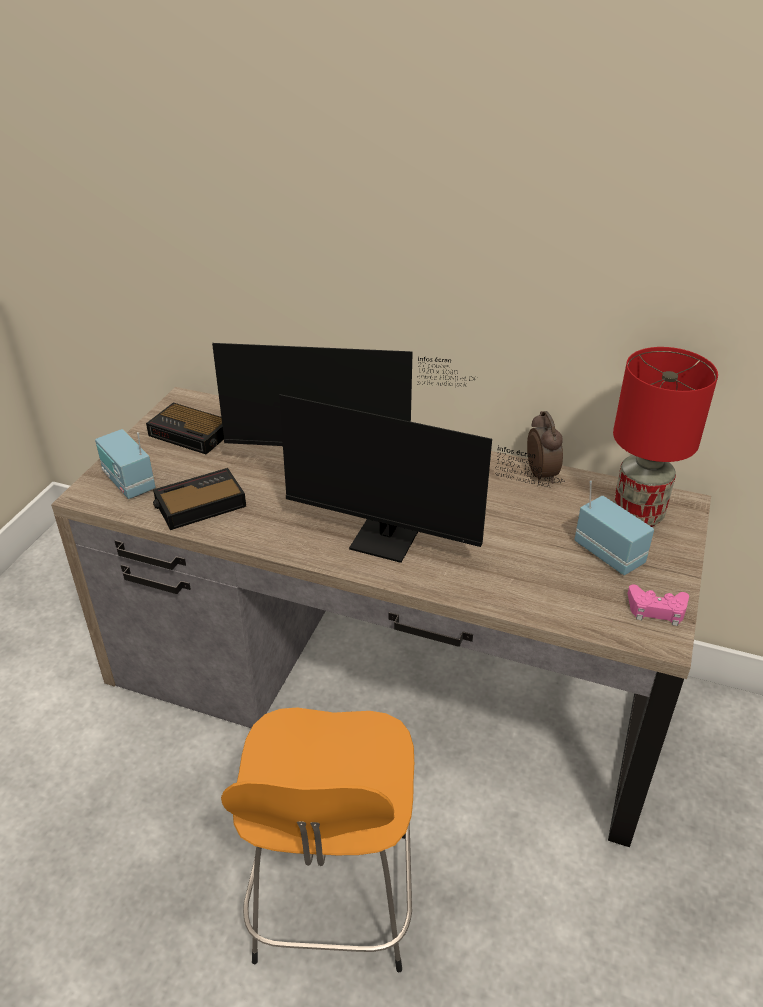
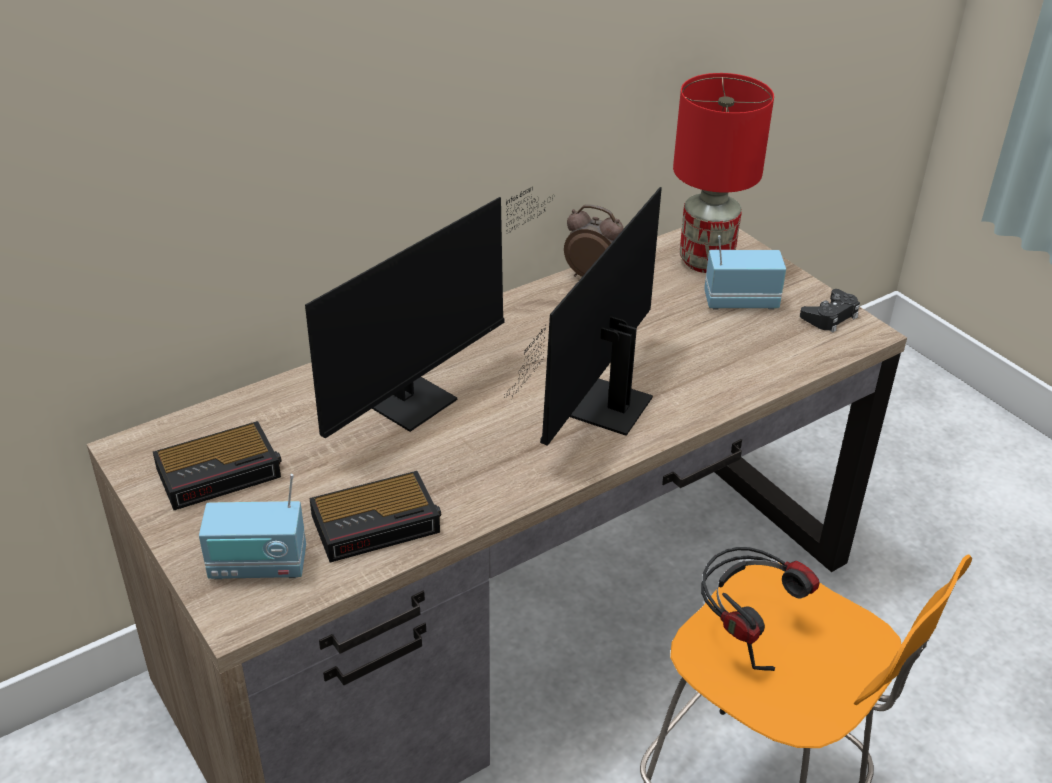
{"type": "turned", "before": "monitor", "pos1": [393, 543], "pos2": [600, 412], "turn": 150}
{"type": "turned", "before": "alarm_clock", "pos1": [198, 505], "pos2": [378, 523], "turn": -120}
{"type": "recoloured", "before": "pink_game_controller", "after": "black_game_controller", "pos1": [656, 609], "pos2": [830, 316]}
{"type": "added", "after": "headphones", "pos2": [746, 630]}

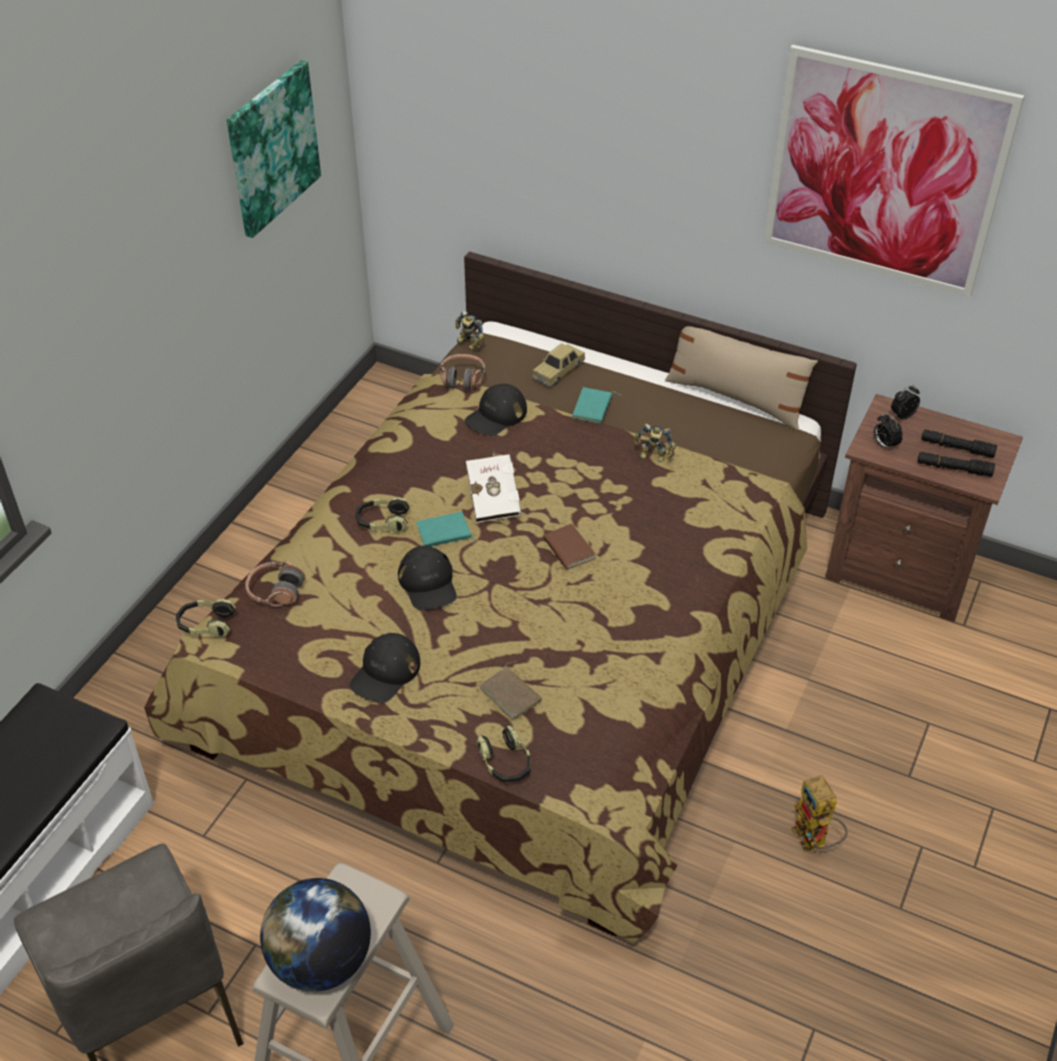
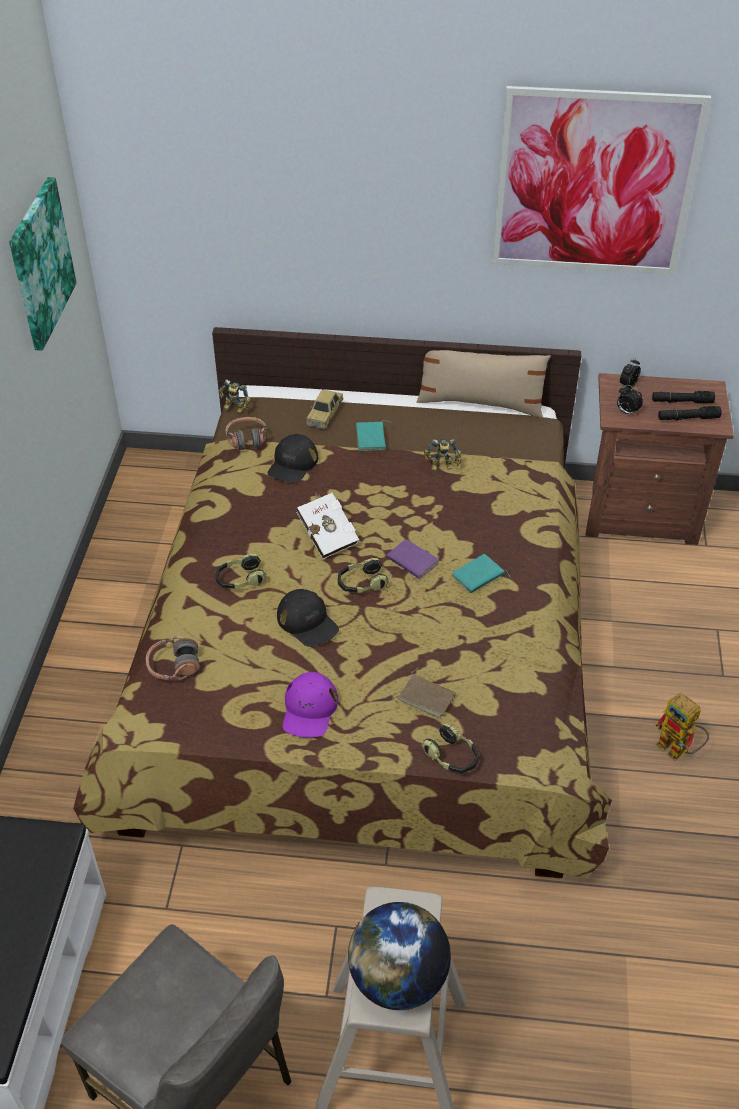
{"type": "moved", "before": "turquoise_book", "pos1": [444, 533], "pos2": [478, 576]}
{"type": "recoloured", "before": "brown_book", "after": "purple_book", "pos1": [567, 549], "pos2": [411, 562]}
{"type": "moved", "before": "headphones", "pos1": [206, 625], "pos2": [361, 584]}
{"type": "recoloured", "before": "black_cap", "after": "purple_cap", "pos1": [385, 672], "pos2": [309, 709]}

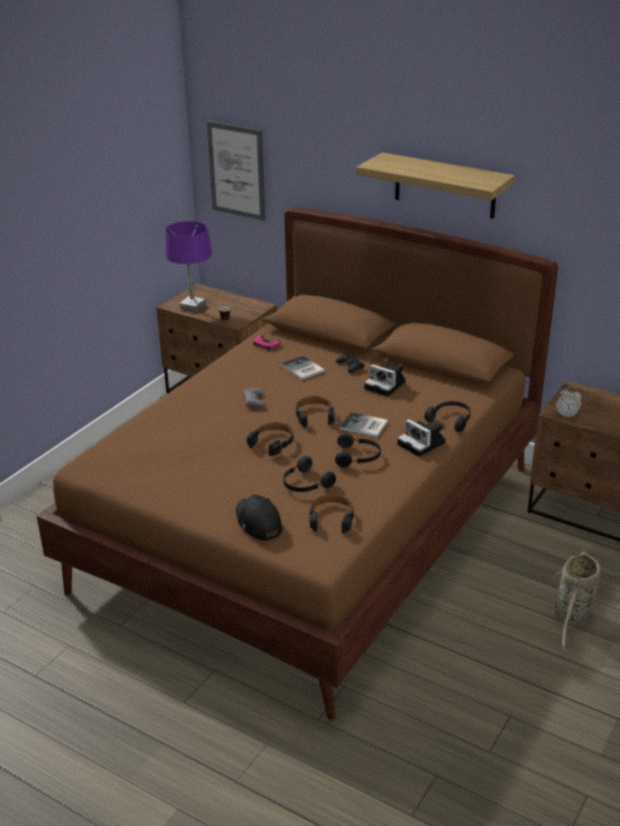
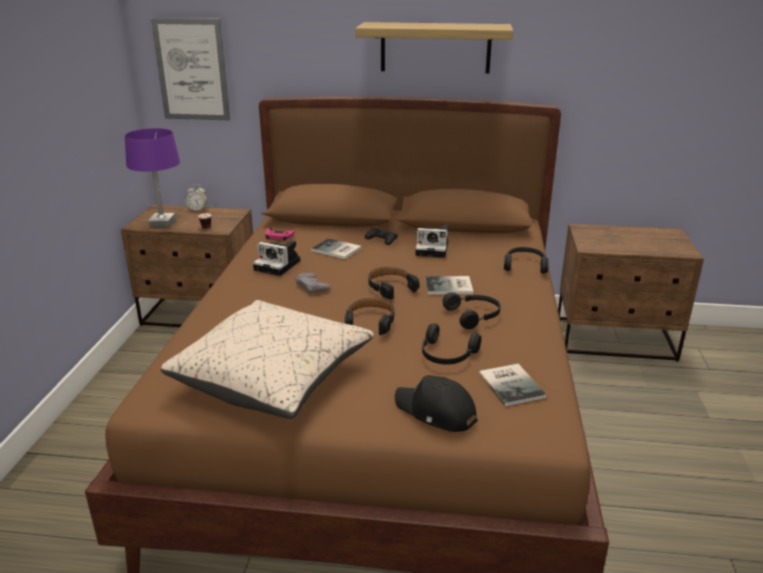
{"type": "moved", "before": "alarm_clock", "pos1": [567, 414], "pos2": [197, 209]}
{"type": "moved", "before": "photo_camera", "pos1": [423, 444], "pos2": [279, 265]}
{"type": "replaced", "before": "black_headphones", "after": "book", "pos1": [331, 518], "pos2": [512, 384]}
{"type": "removed", "before": "basket", "pos1": [571, 617]}
{"type": "added", "after": "beige_pillow", "pos2": [273, 378]}

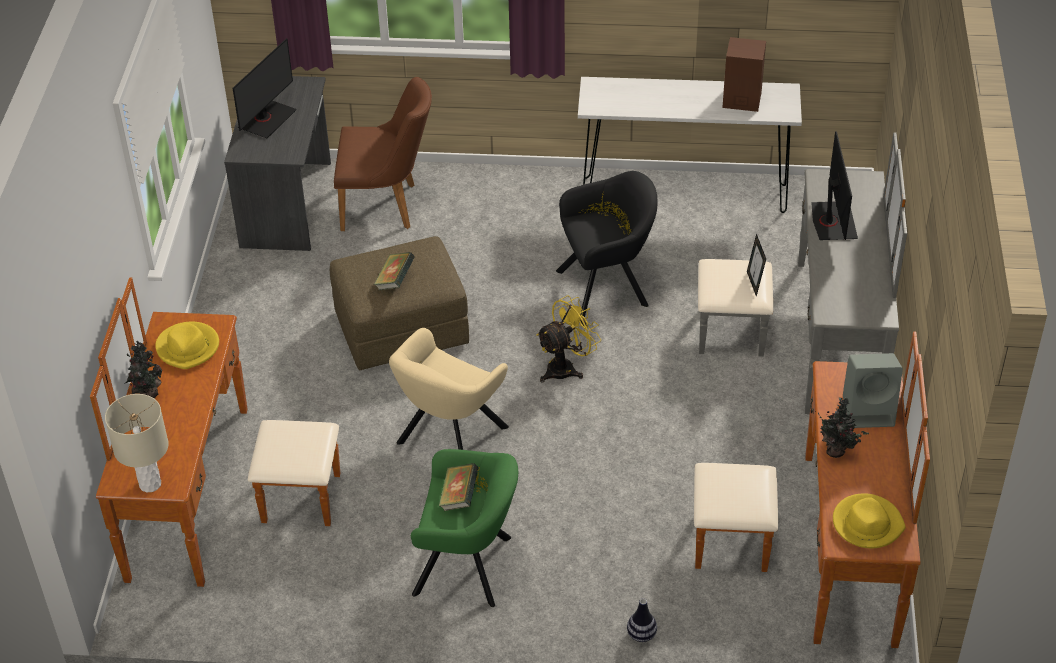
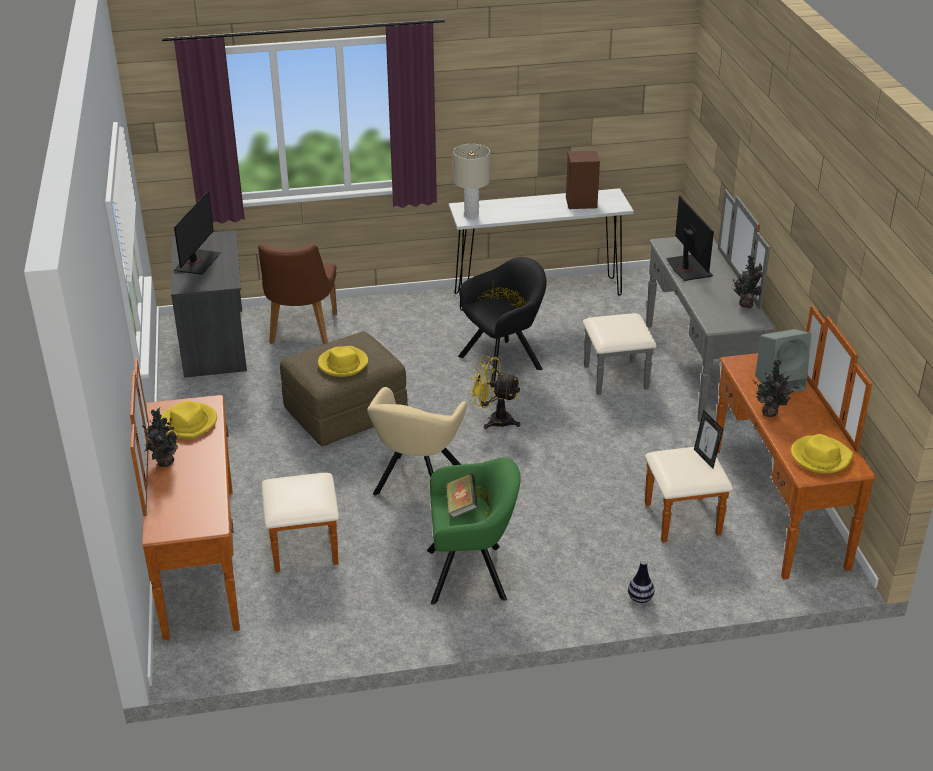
{"type": "turned", "before": "brown_chair", "pos1": [387, 206], "pos2": [300, 332], "turn": 105}
{"type": "moved", "before": "picture_frame", "pos1": [754, 283], "pos2": [705, 458]}
{"type": "replaced", "before": "book", "after": "yellow_hat", "pos1": [395, 281], "pos2": [343, 364]}
{"type": "turned", "before": "yellow_fan", "pos1": [566, 367], "pos2": [494, 419], "turn": -105}
{"type": "moved", "before": "beige_table_lamp", "pos1": [150, 484], "pos2": [471, 214]}
{"type": "added", "after": "potted_plant", "pos2": [746, 304]}

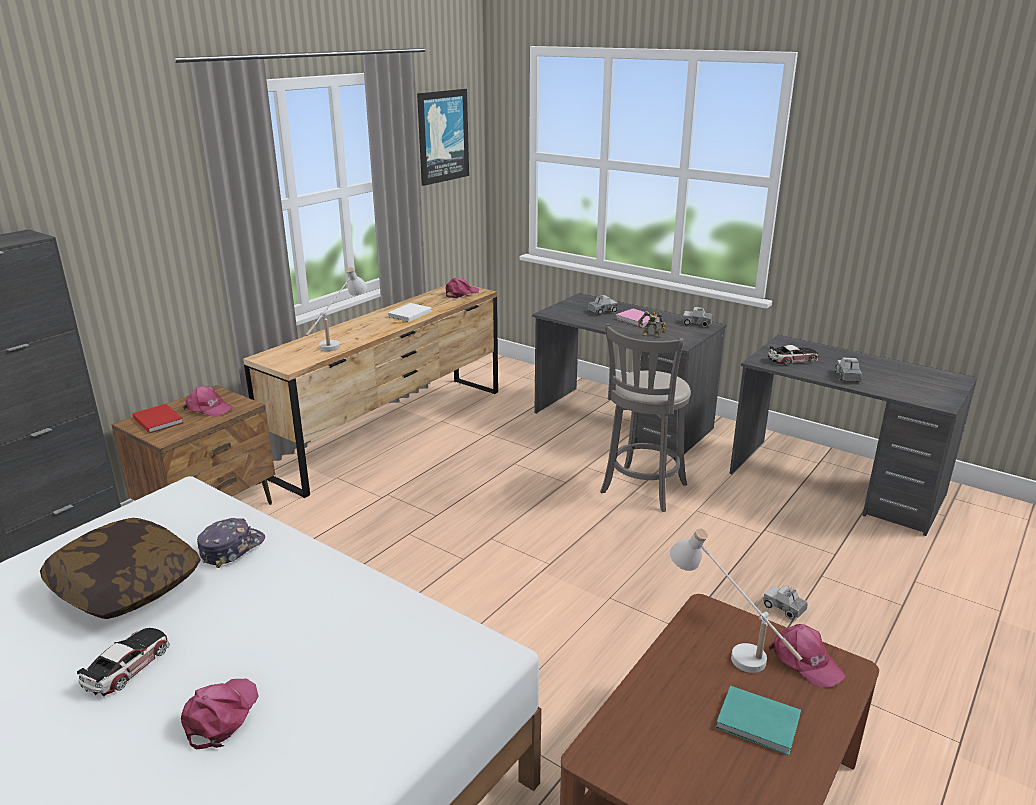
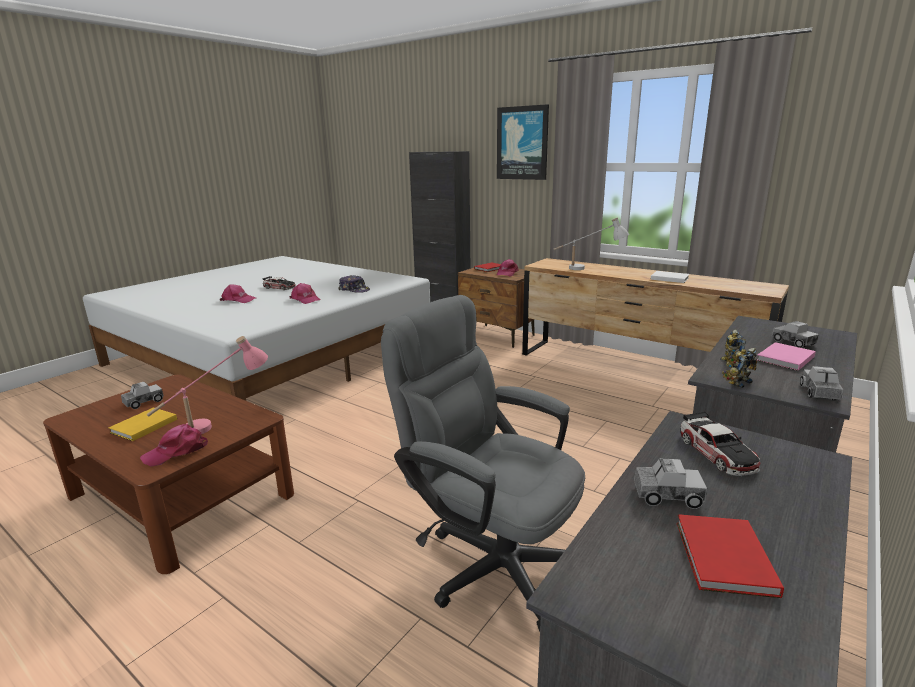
{"type": "moved", "before": "picture", "pos1": [442, 136], "pos2": [522, 143]}
{"type": "moved", "before": "pink_cap", "pos1": [461, 293], "pos2": [305, 299]}
{"type": "removed", "before": "grey_stool", "pos1": [641, 490]}
{"type": "removed", "before": "pillow", "pos1": [126, 587]}
{"type": "recoloured", "before": "white_table_lamp", "after": "pink_table_lamp", "pos1": [727, 646], "pos2": [218, 423]}
{"type": "moved", "before": "toy_truck", "pos1": [784, 608], "pos2": [143, 402]}
{"type": "recoloured", "before": "turquoise_book", "after": "yellow_book", "pos1": [759, 724], "pos2": [142, 426]}
{"type": "added", "after": "grey_office_chair", "pos2": [490, 560]}
{"type": "added", "after": "toy_robot", "pos2": [737, 382]}
{"type": "added", "after": "red_book", "pos2": [723, 559]}

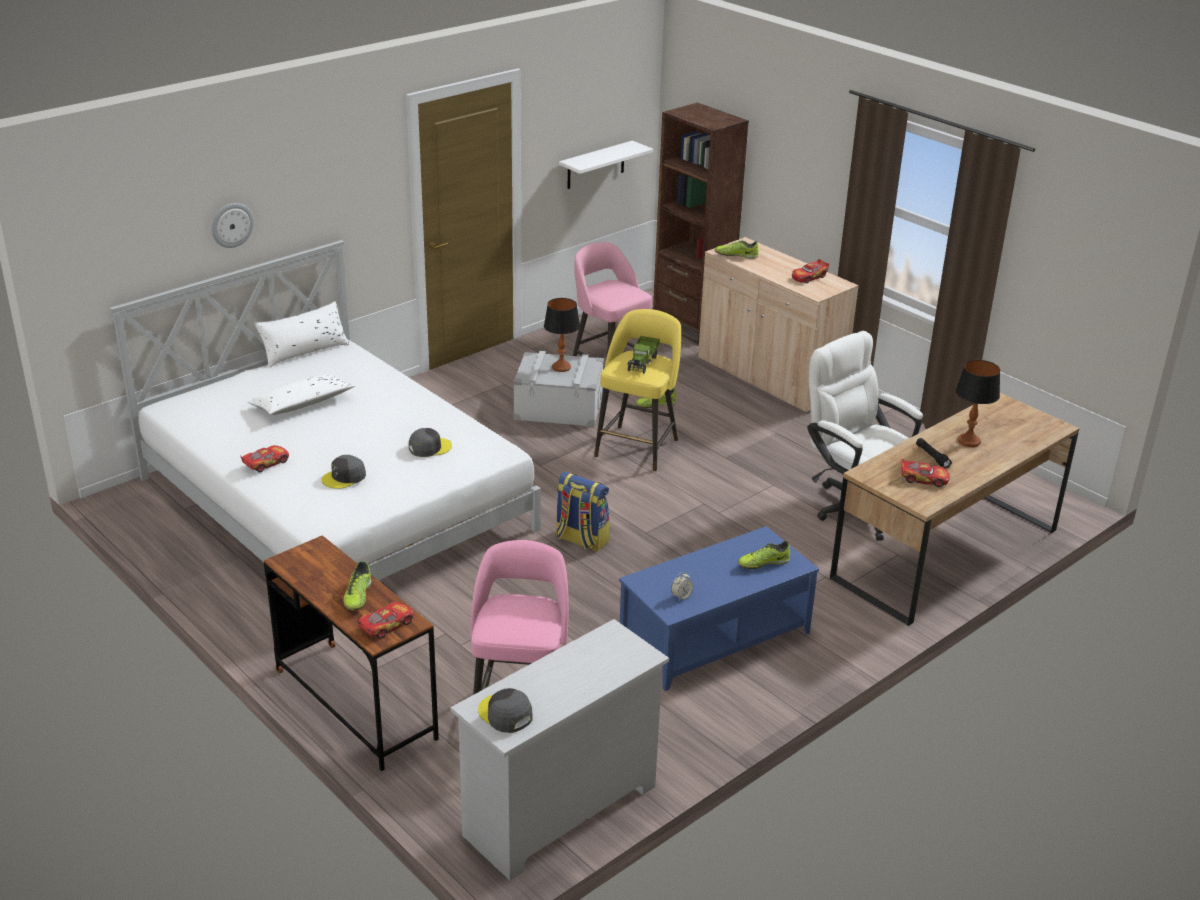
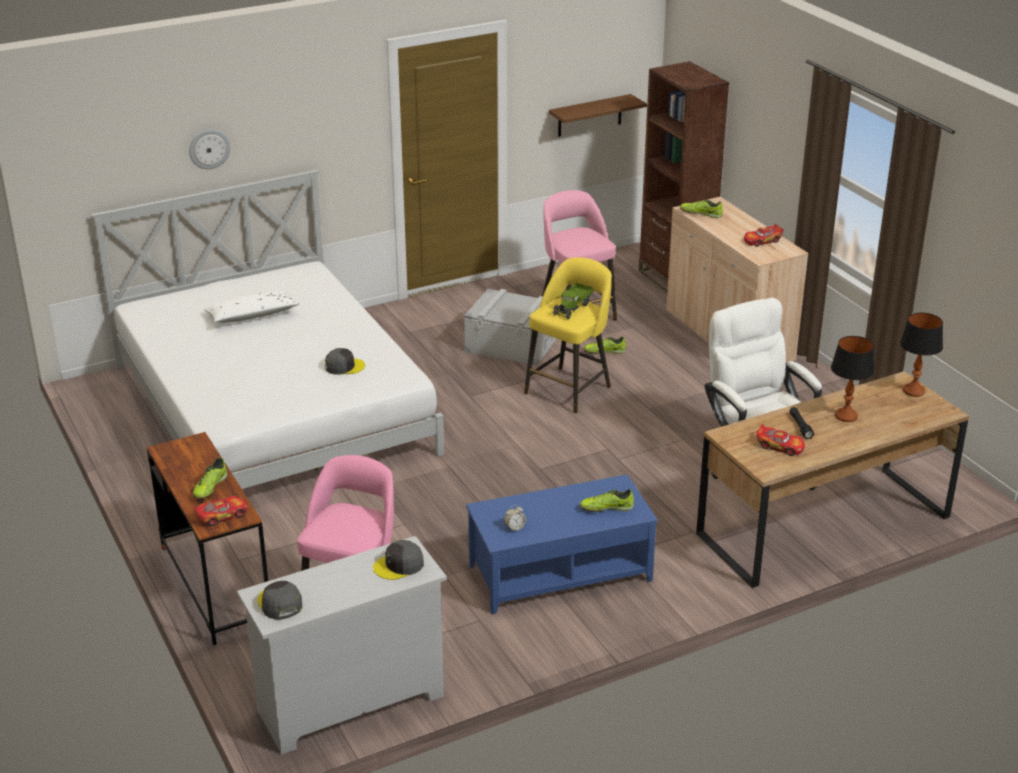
{"type": "recoloured", "before": "white_shelf", "after": "brown_shelf", "pos1": [596, 165], "pos2": [589, 115]}
{"type": "moved", "before": "table_lamp", "pos1": [561, 367], "pos2": [913, 391]}
{"type": "removed", "before": "white_pillow", "pos1": [304, 351]}
{"type": "removed", "before": "toy_car", "pos1": [265, 463]}
{"type": "moved", "before": "grey_cap", "pos1": [344, 477], "pos2": [399, 565]}
{"type": "removed", "before": "backpack", "pos1": [581, 540]}

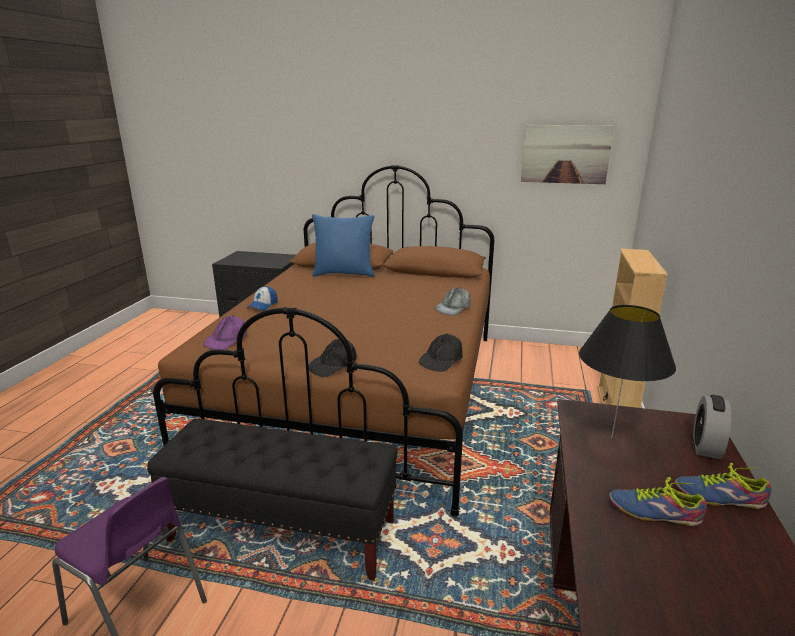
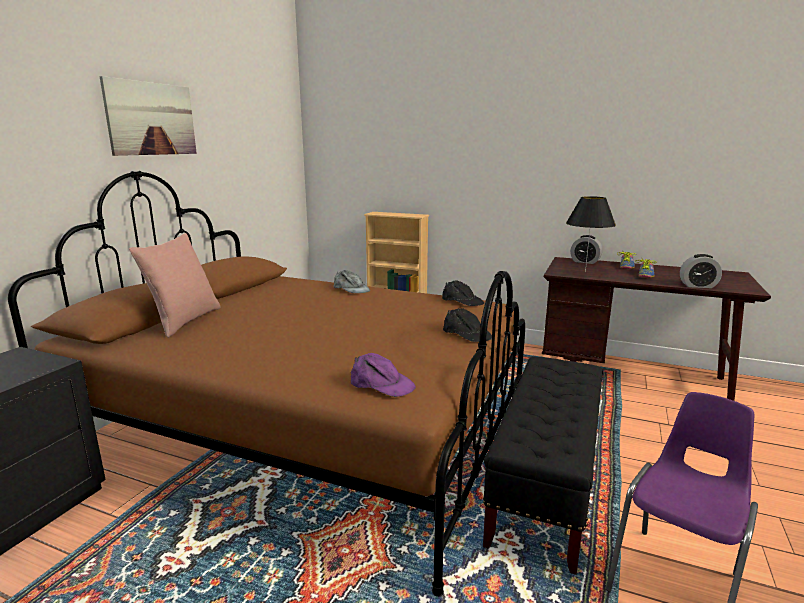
{"type": "moved", "before": "picture", "pos1": [565, 154], "pos2": [151, 119]}
{"type": "recoloured", "before": "blue_pillow", "after": "pink_pillow", "pos1": [344, 274], "pos2": [184, 321]}
{"type": "removed", "before": "cap", "pos1": [263, 305]}
{"type": "added", "after": "alarm_clock", "pos2": [698, 286]}

